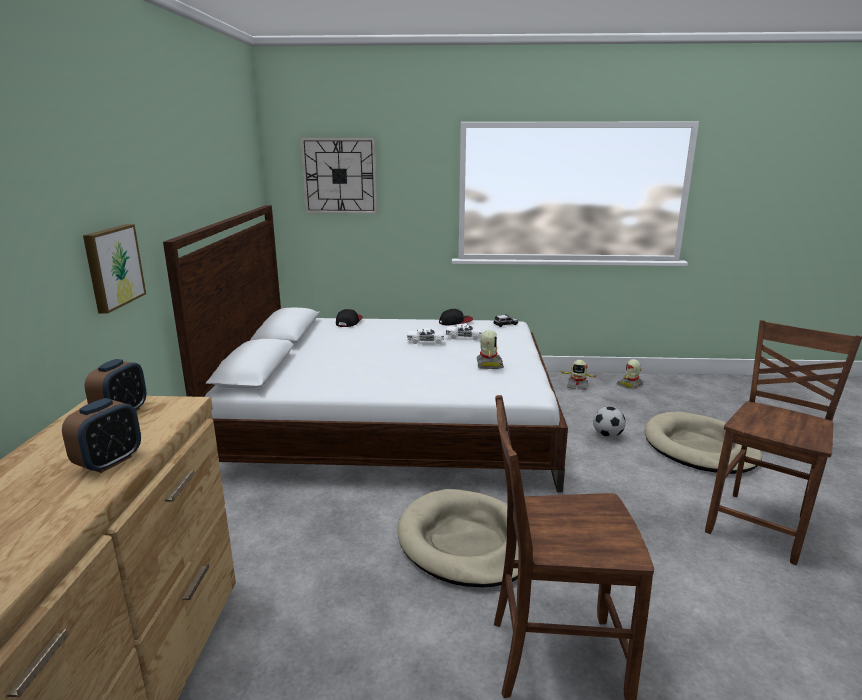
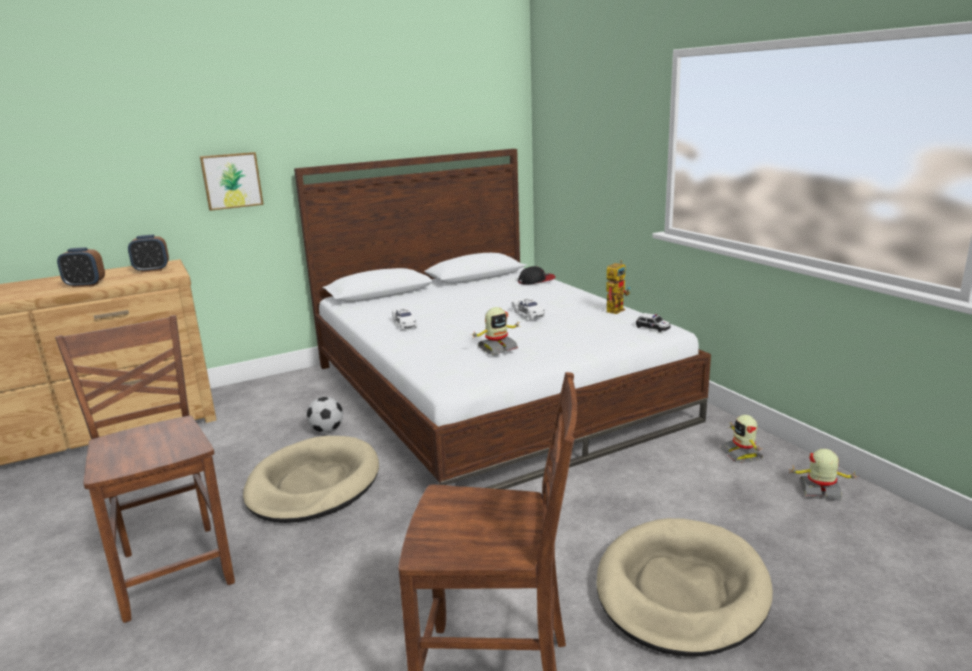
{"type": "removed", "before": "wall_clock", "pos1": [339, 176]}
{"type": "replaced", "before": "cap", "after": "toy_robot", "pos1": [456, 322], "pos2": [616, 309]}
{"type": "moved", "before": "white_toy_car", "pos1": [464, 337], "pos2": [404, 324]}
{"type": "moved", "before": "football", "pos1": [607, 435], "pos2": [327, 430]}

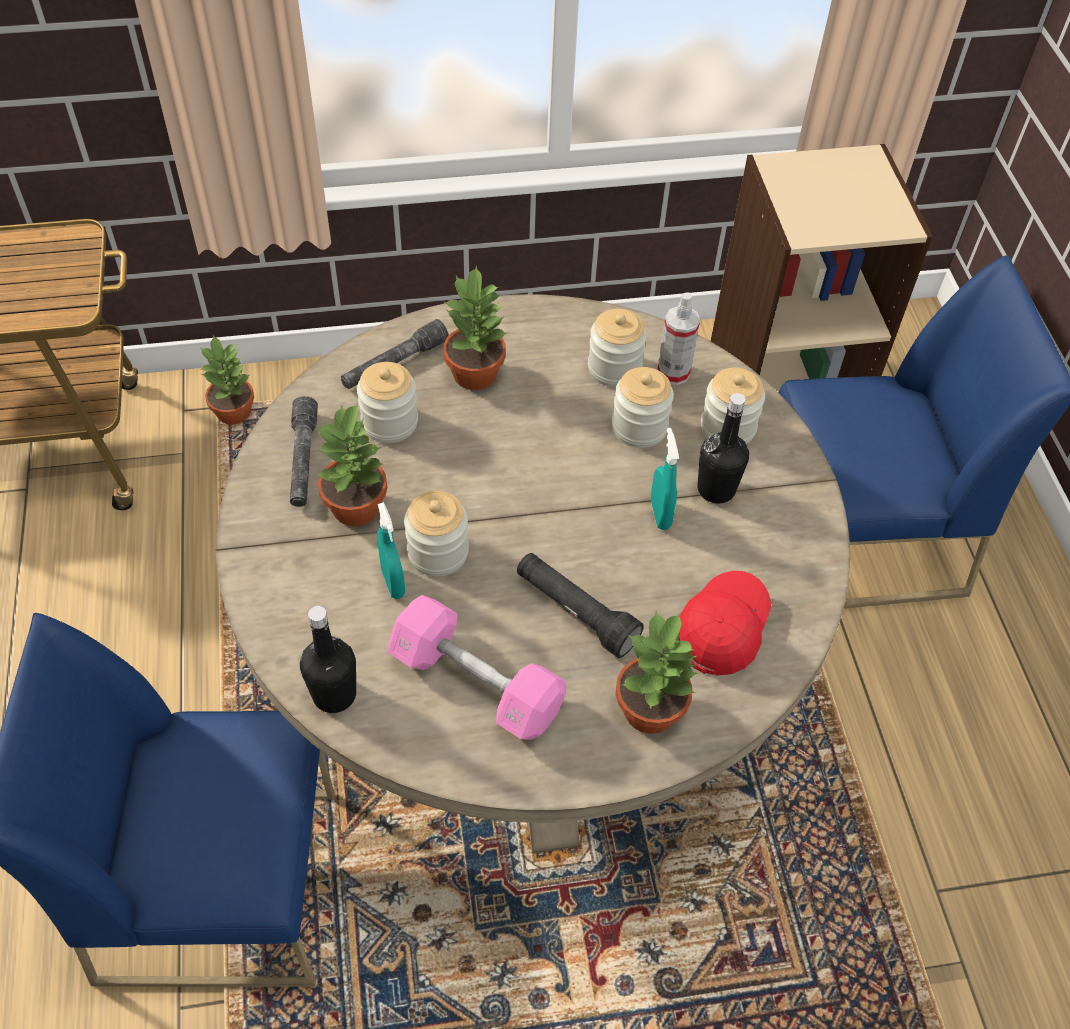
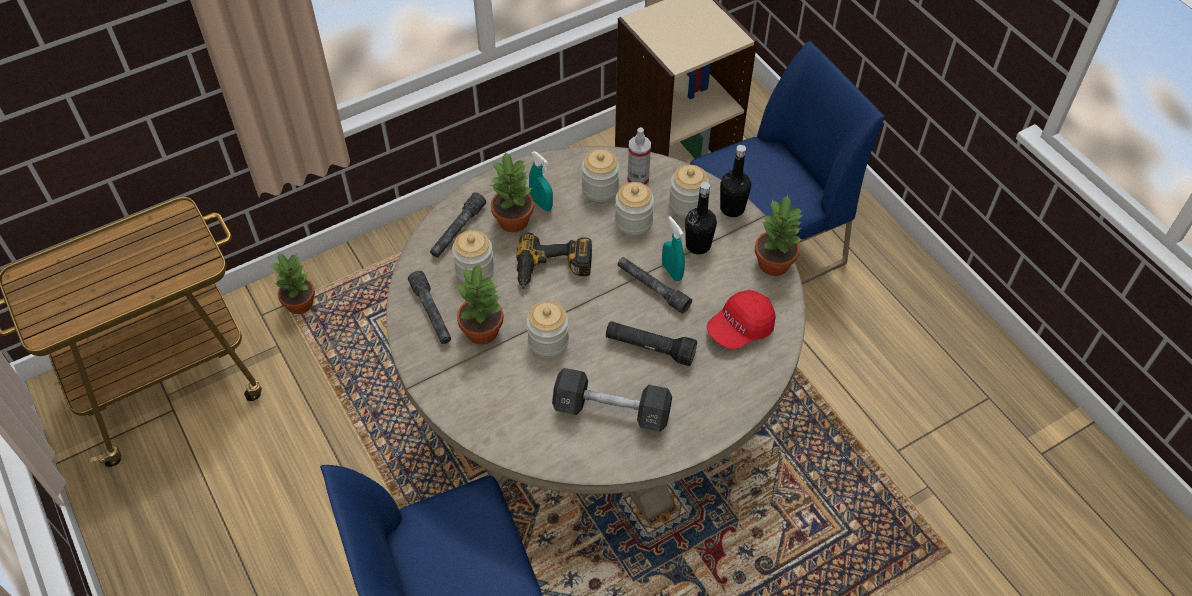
{"type": "moved", "before": "turquoise_spray_bottle", "pos1": [393, 582], "pos2": [541, 204]}
{"type": "turned", "before": "red_cap", "pos1": [722, 629], "pos2": [740, 328], "turn": -135}
{"type": "recoloured", "before": "pink_dumbbell", "after": "black_dumbbell", "pos1": [476, 683], "pos2": [612, 411]}
{"type": "moved", "before": "black_bottle", "pos1": [334, 694], "pos2": [732, 208]}
{"type": "moved", "before": "potted_plant", "pos1": [651, 710], "pos2": [774, 263]}
{"type": "added", "after": "power_drill", "pos2": [553, 270]}
{"type": "added", "after": "grey_flashlight", "pos2": [652, 288]}

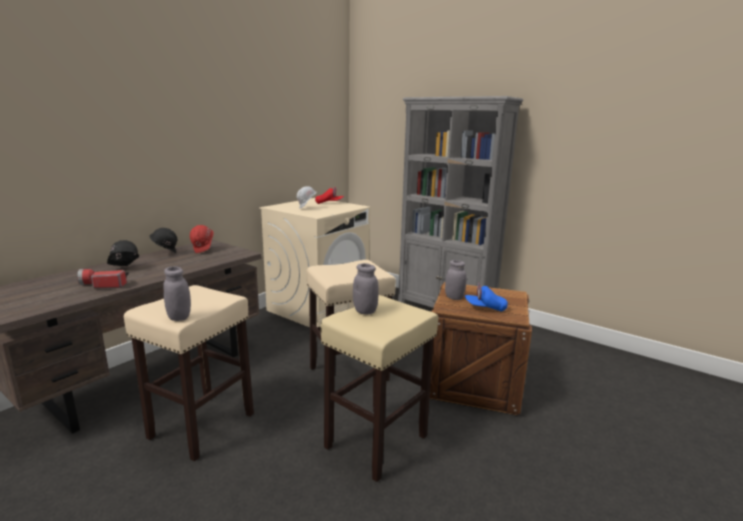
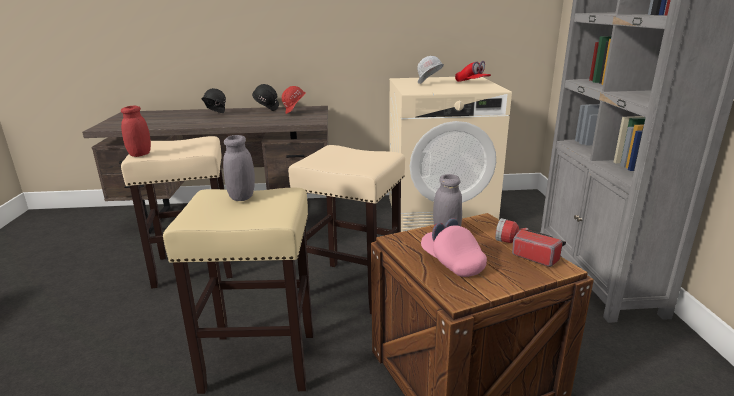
{"type": "recoloured", "before": "grey_jar", "after": "red_jar", "pos1": [179, 317], "pos2": [140, 154]}
{"type": "moved", "before": "flashlight", "pos1": [103, 285], "pos2": [525, 251]}
{"type": "recoloured", "before": "blue_cap", "after": "pink_cap", "pos1": [485, 308], "pos2": [452, 262]}

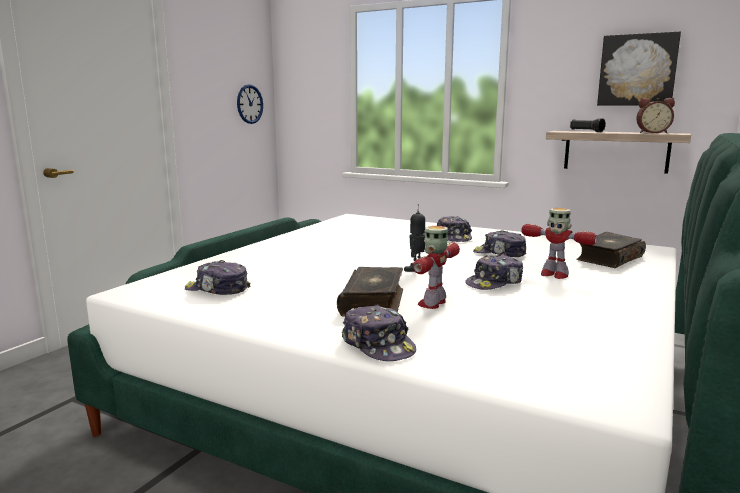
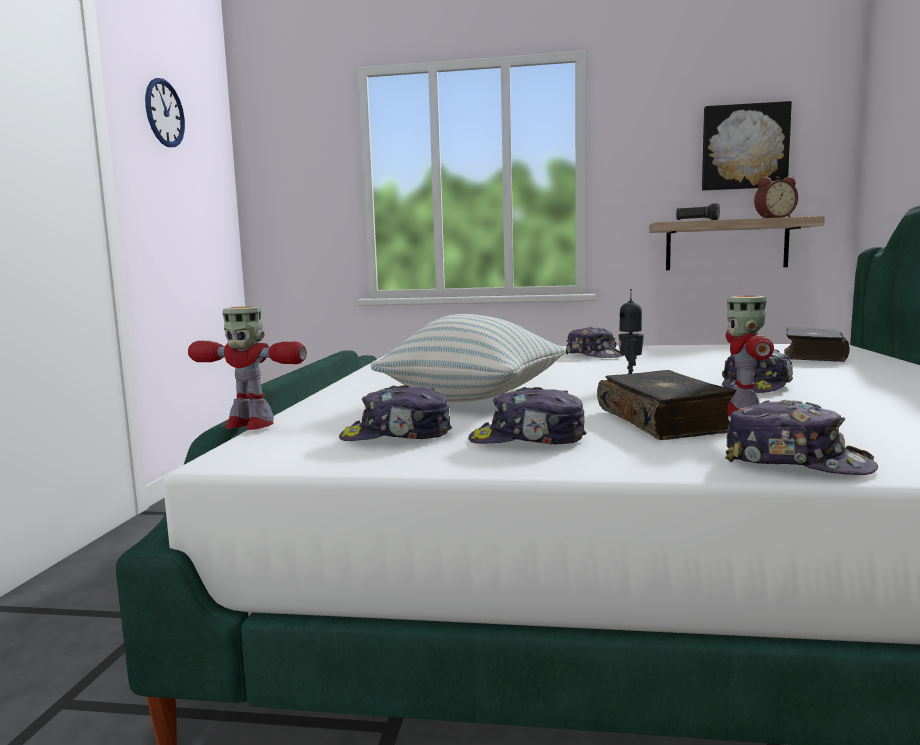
{"type": "moved", "before": "wall_clock", "pos1": [249, 104], "pos2": [164, 113]}
{"type": "moved", "before": "toy_robot", "pos1": [553, 274], "pos2": [249, 424]}
{"type": "moved", "before": "cap", "pos1": [499, 254], "pos2": [527, 440]}
{"type": "added", "after": "pillow", "pos2": [474, 399]}

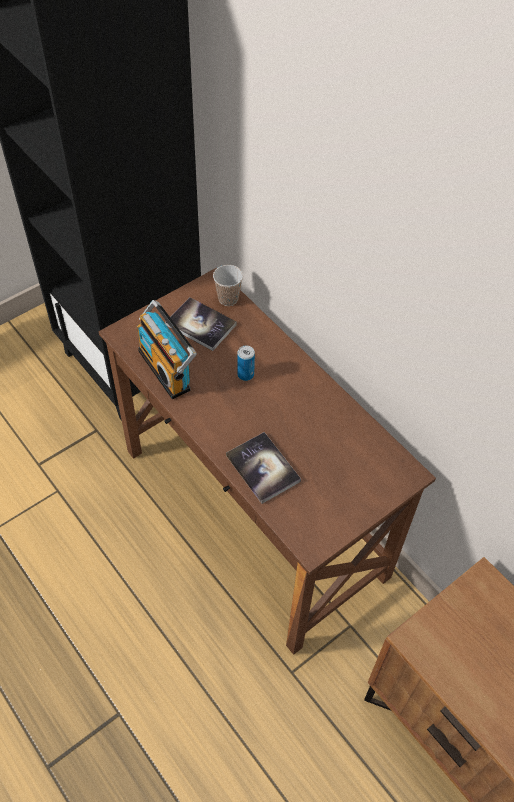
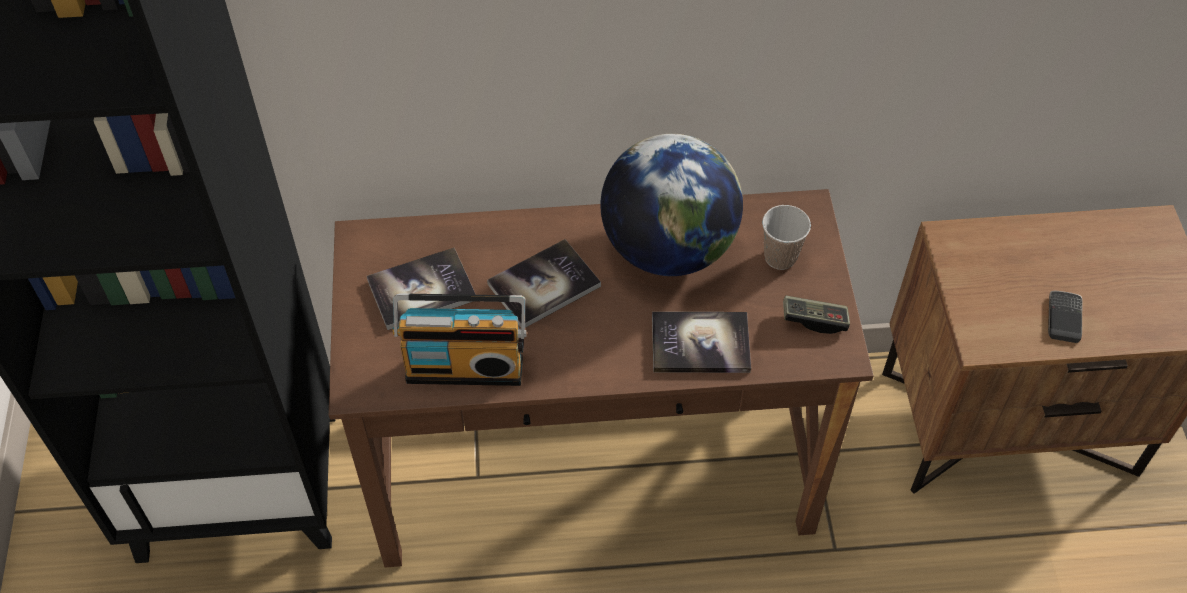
{"type": "moved", "before": "cup", "pos1": [228, 299], "pos2": [780, 257]}
{"type": "replaced", "before": "can", "after": "book", "pos1": [245, 374], "pos2": [544, 285]}
{"type": "added", "after": "globe", "pos2": [668, 248]}
{"type": "added", "after": "phone", "pos2": [1063, 318]}
{"type": "added", "after": "game_controller", "pos2": [814, 320]}

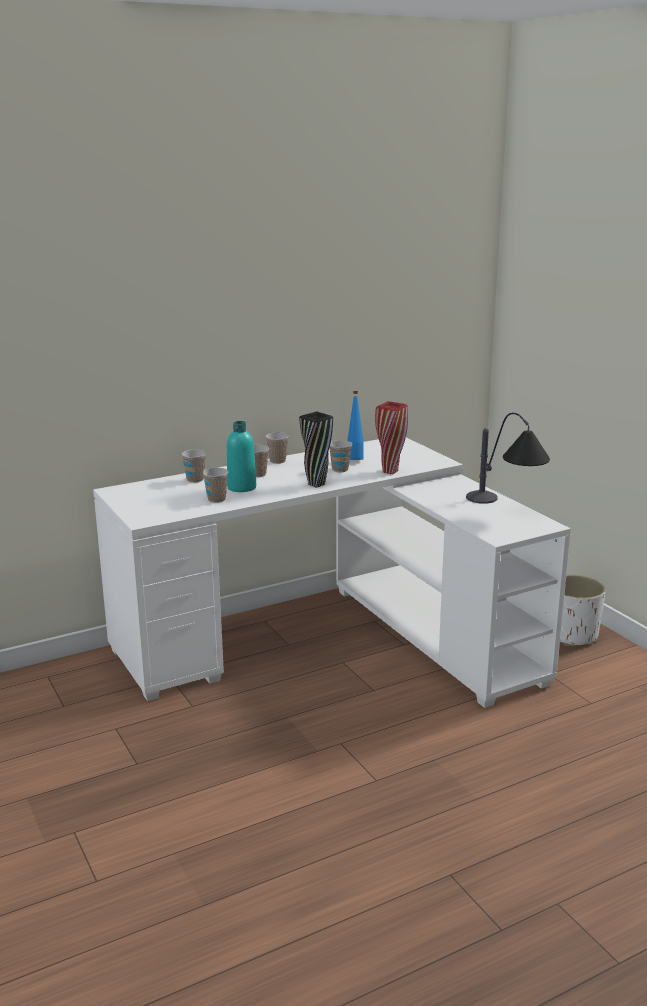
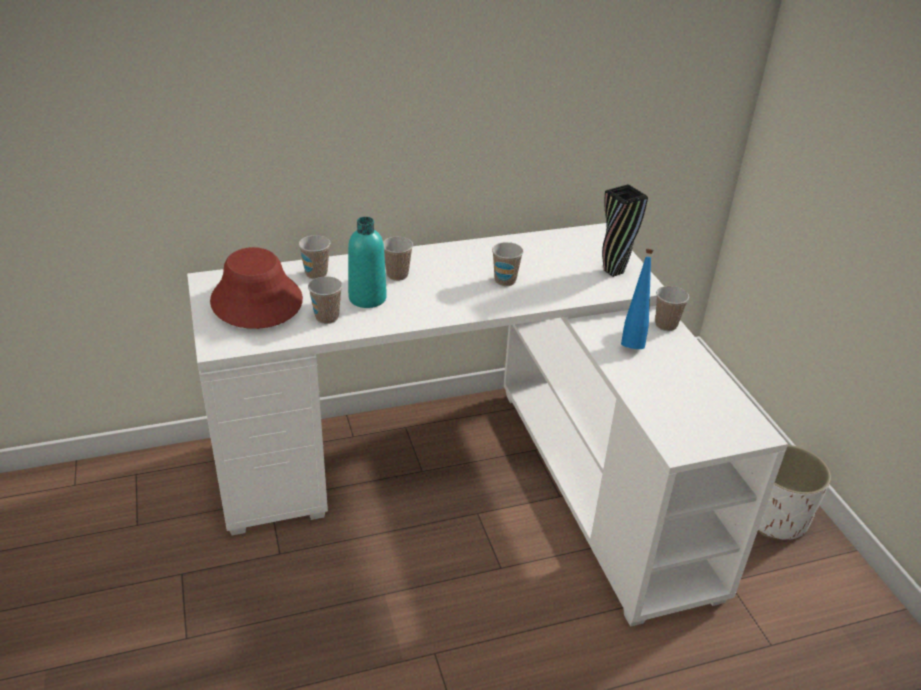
{"type": "moved", "before": "blue_bottle", "pos1": [355, 458], "pos2": [633, 341]}
{"type": "removed", "before": "red_vase", "pos1": [390, 471]}
{"type": "moved", "before": "black_vase", "pos1": [316, 484], "pos2": [613, 271]}
{"type": "removed", "before": "table_lamp", "pos1": [506, 506]}
{"type": "moved", "before": "cup", "pos1": [277, 461], "pos2": [666, 325]}
{"type": "added", "after": "red_hat", "pos2": [256, 301]}

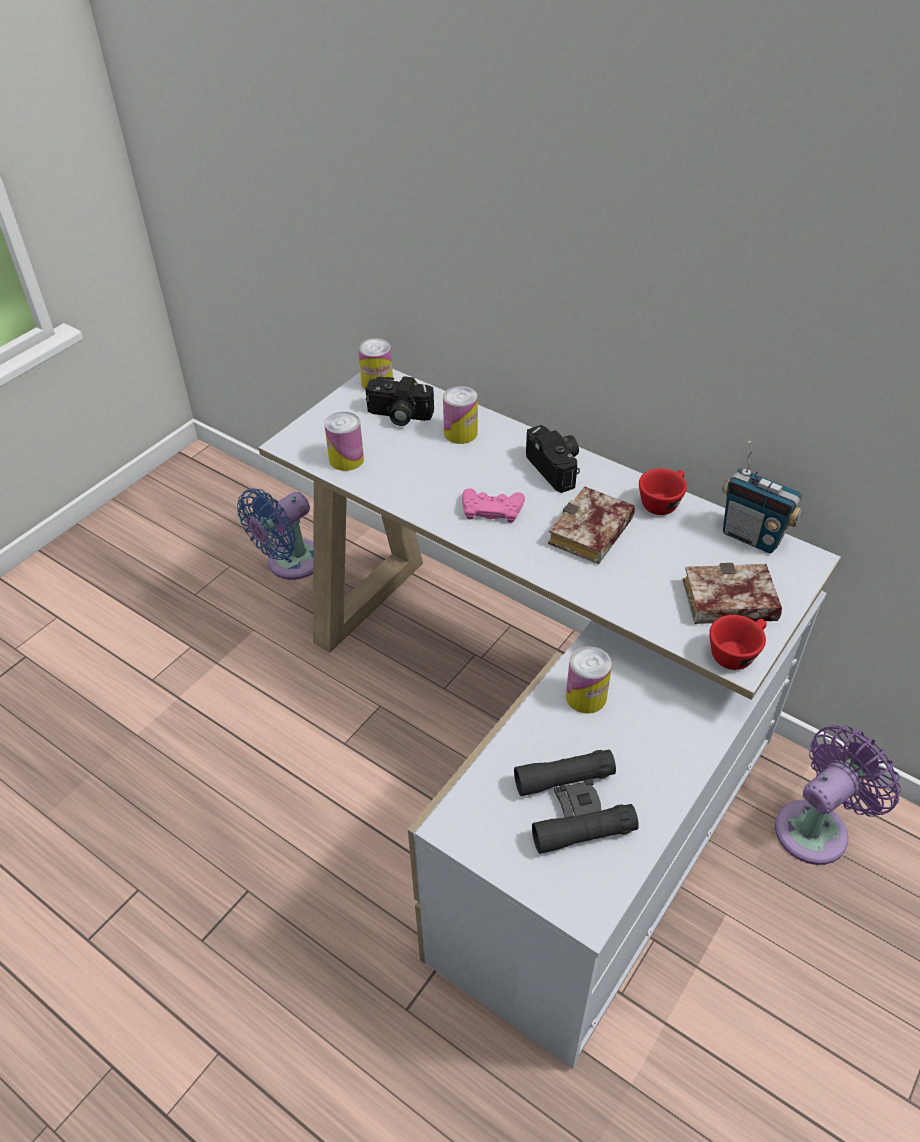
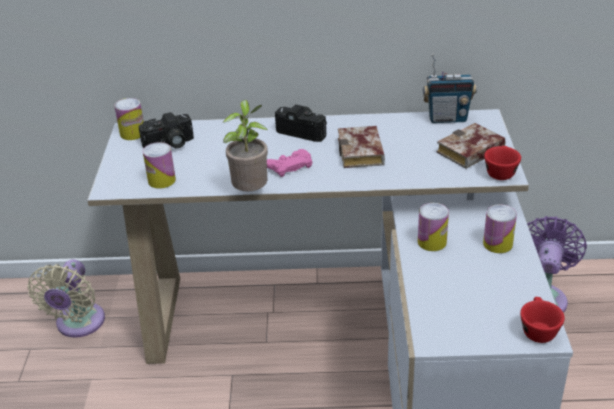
{"type": "moved", "before": "can", "pos1": [460, 433], "pos2": [497, 244]}
{"type": "moved", "before": "red_cup", "pos1": [662, 502], "pos2": [537, 329]}
{"type": "recoloured", "before": "blue_fan", "after": "beige_fan", "pos1": [290, 563], "pos2": [78, 324]}
{"type": "removed", "before": "black_binoculars", "pos1": [573, 806]}
{"type": "added", "after": "potted_plant", "pos2": [251, 192]}

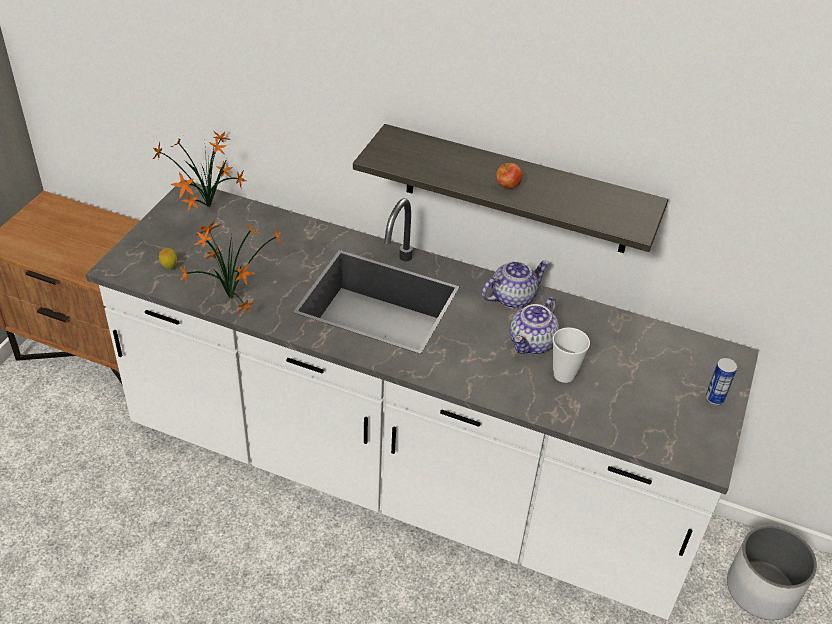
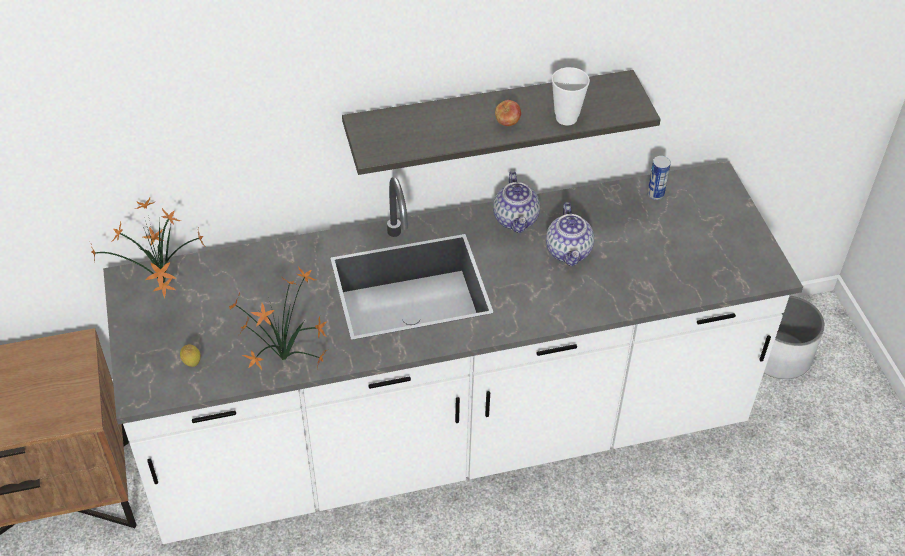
{"type": "turned", "before": "teapot", "pos1": [512, 297], "pos2": [516, 219], "turn": 150}
{"type": "moved", "before": "cup", "pos1": [564, 374], "pos2": [566, 118]}
{"type": "moved", "before": "can", "pos1": [714, 399], "pos2": [655, 194]}

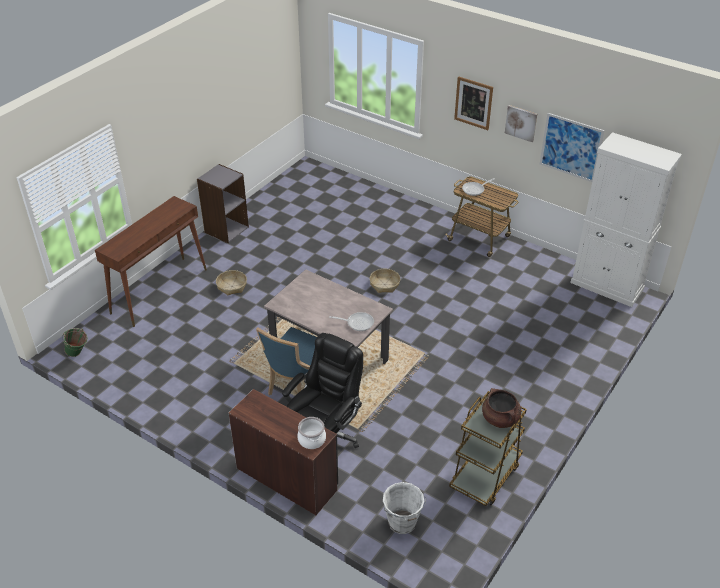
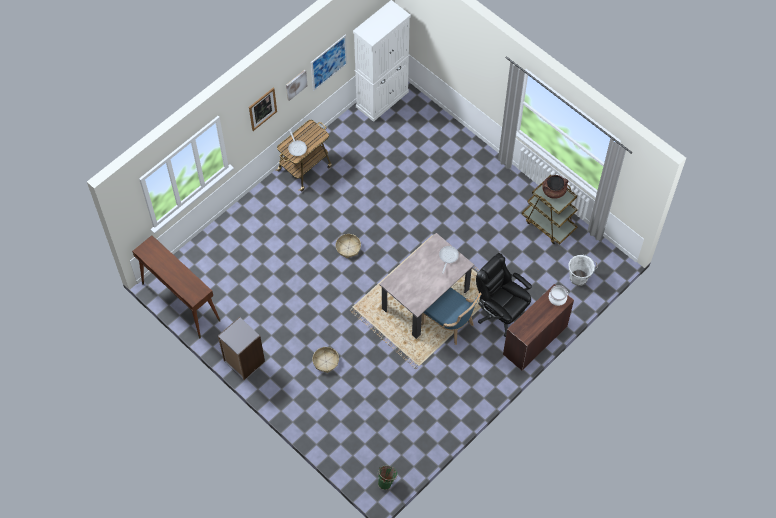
{"type": "moved", "before": "brown_console_table", "pos1": [160, 290], "pos2": [180, 302]}

